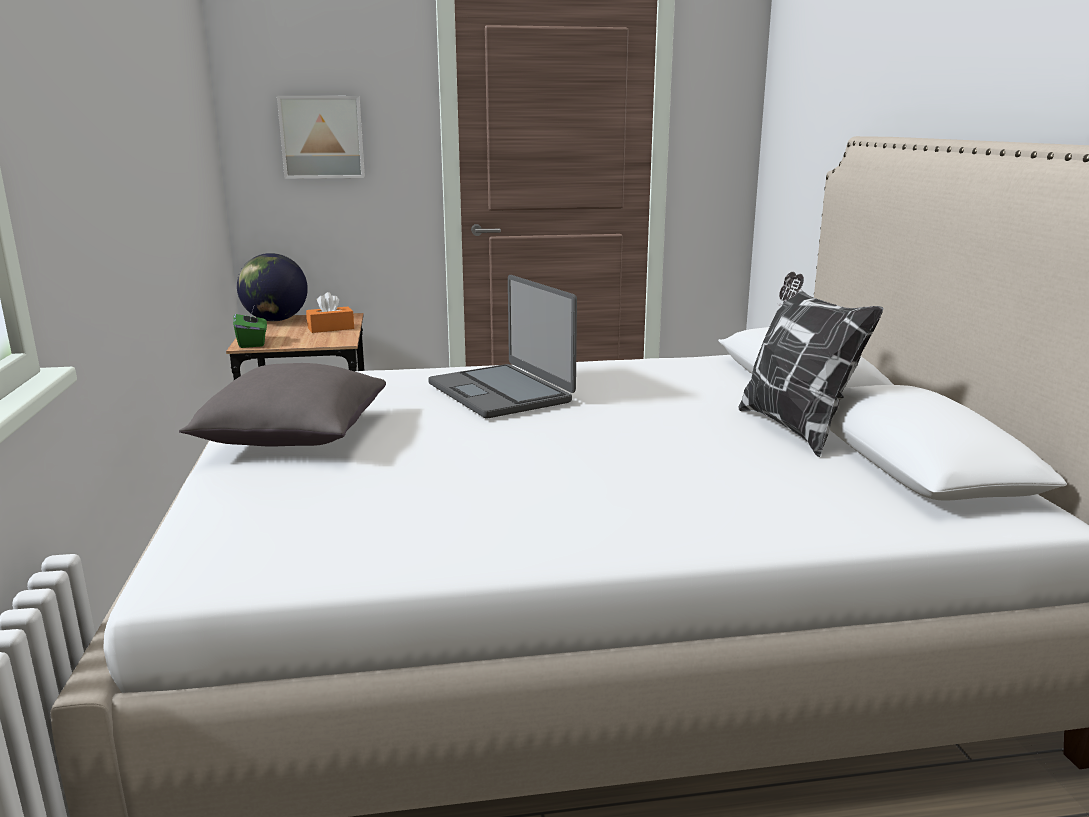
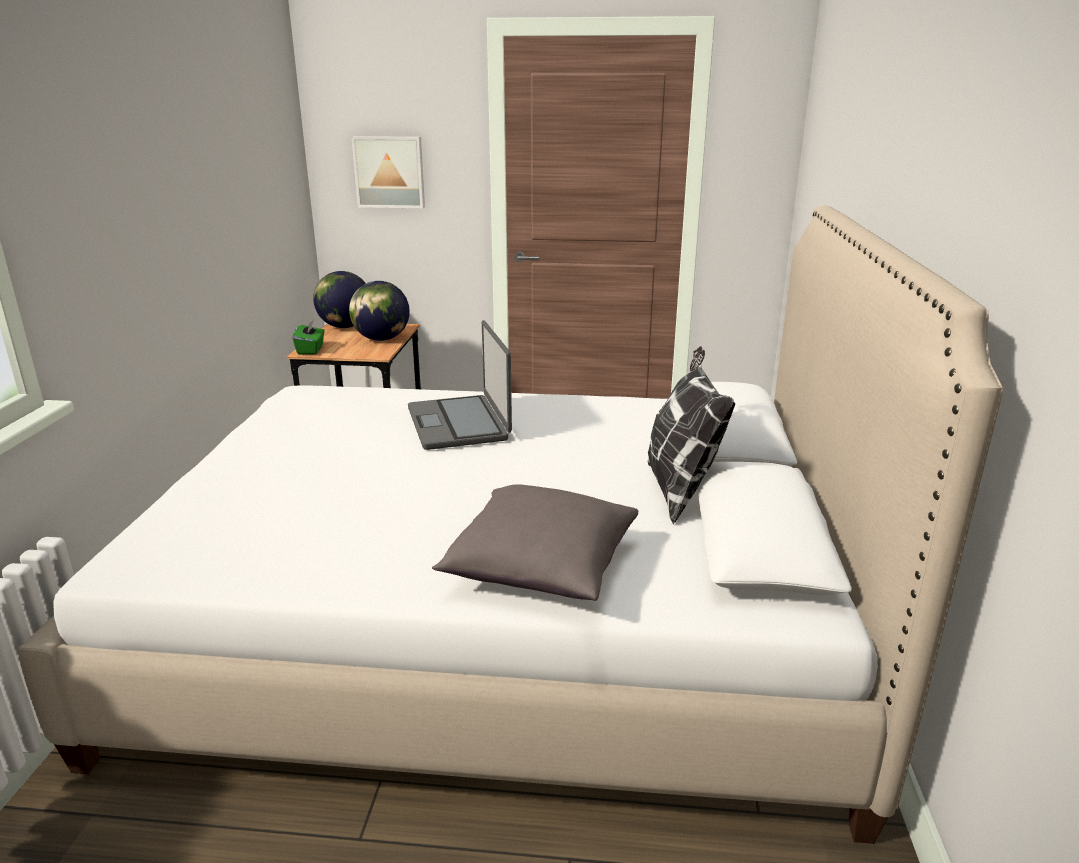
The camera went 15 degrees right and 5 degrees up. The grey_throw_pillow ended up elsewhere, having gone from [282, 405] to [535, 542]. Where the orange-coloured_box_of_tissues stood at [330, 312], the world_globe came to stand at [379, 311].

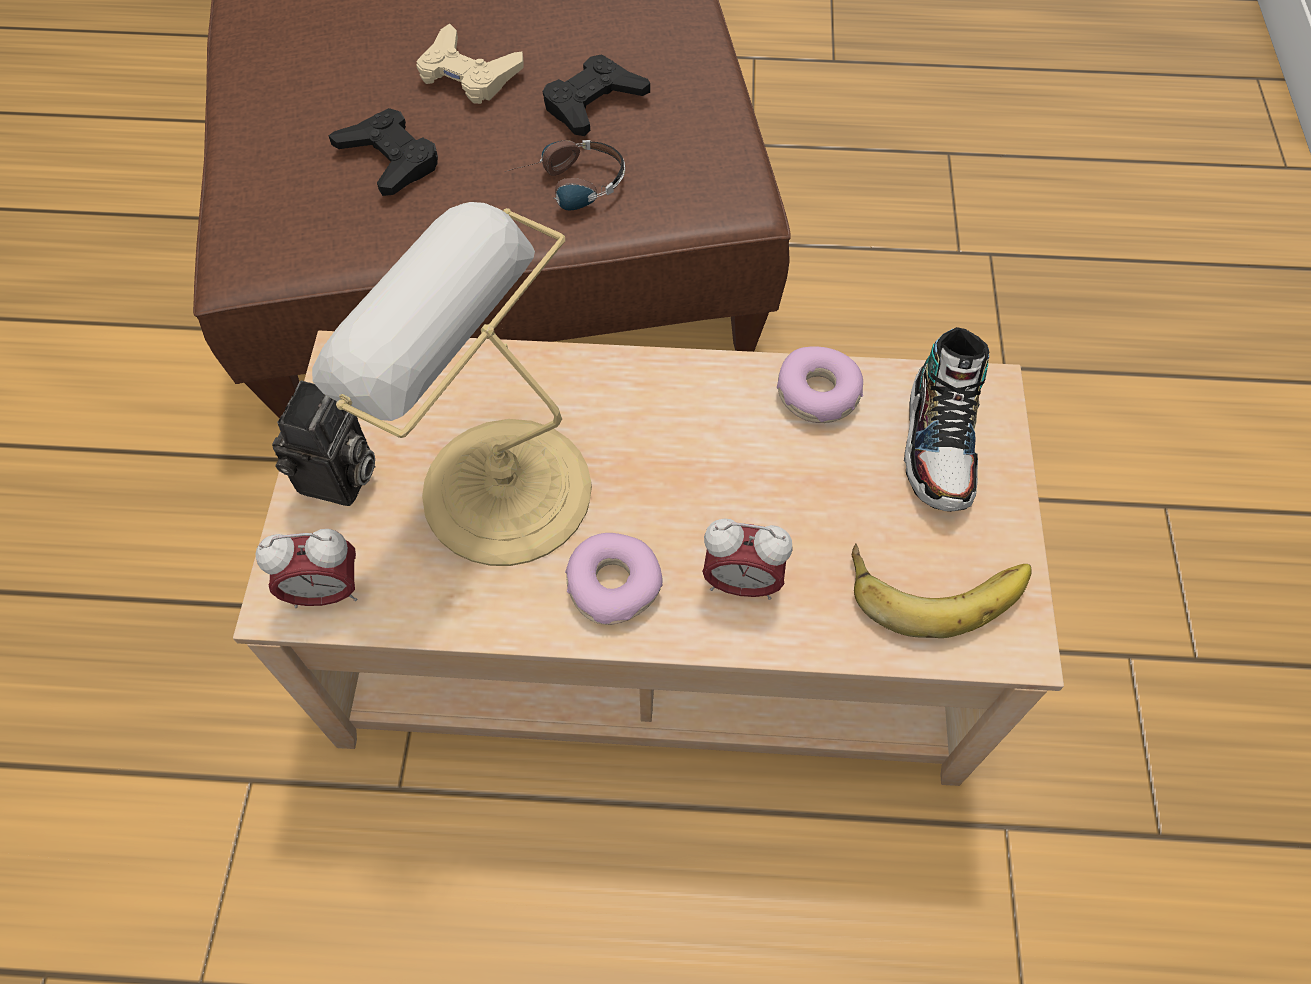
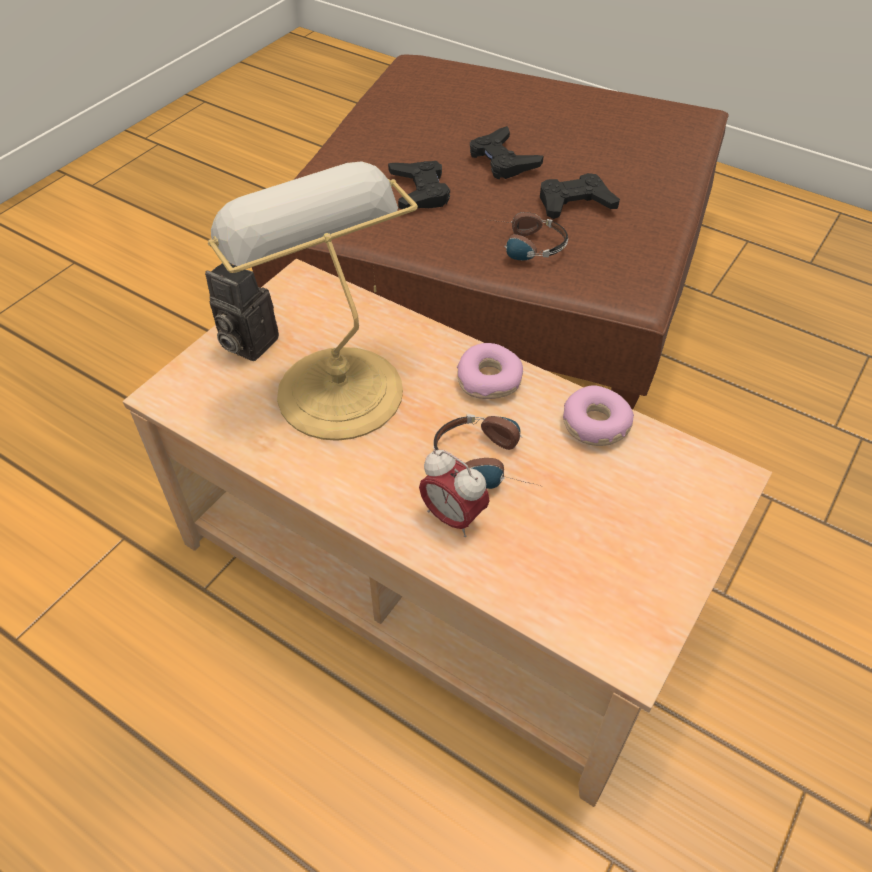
The camera went 30 degrees right and 10 degrees down. The second view lost the alarm_clock at [306, 568]. The photo_camera at [323, 443] ended up facing another way, 75 degrees clockwise from before. What was the sand-coloured_game_controller at [470, 63] turned into the black_game_controller at [506, 152]. The doughnut ended up elsewhere, having gone from [614, 579] to [490, 371]. The second view lost the whole_banana at [942, 591]. The second view lost the low_shoe at [946, 419]. The second view gained the pair_of_headphones at [486, 451].

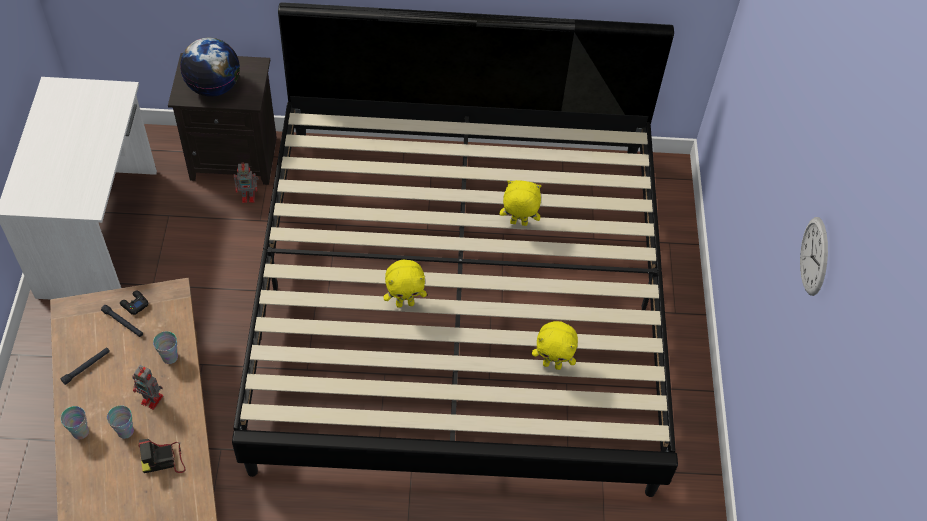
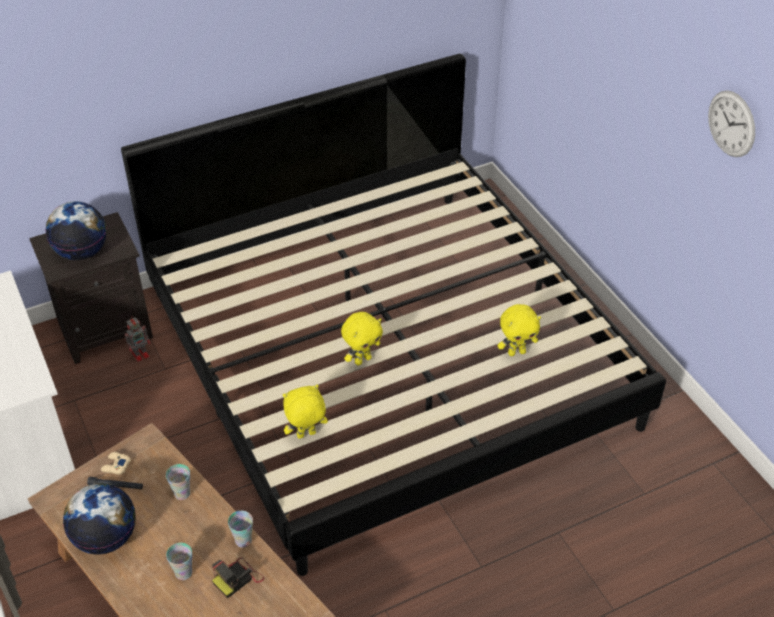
The camera went 25 degrees left and 10 degrees down. Where the black_flashlight stood at [85, 366], the world_globe came to stand at [99, 519]. The cup ended up elsewhere, having gone from [75, 422] to [240, 529]. What was the black_game_controller at [134, 303] turned into the sand-coloured_game_controller at [116, 463]. The second view lost the model_robot at [148, 387]. The yellowish_cuddly_toy ended up elsewhere, having gone from [520, 203] to [305, 411].

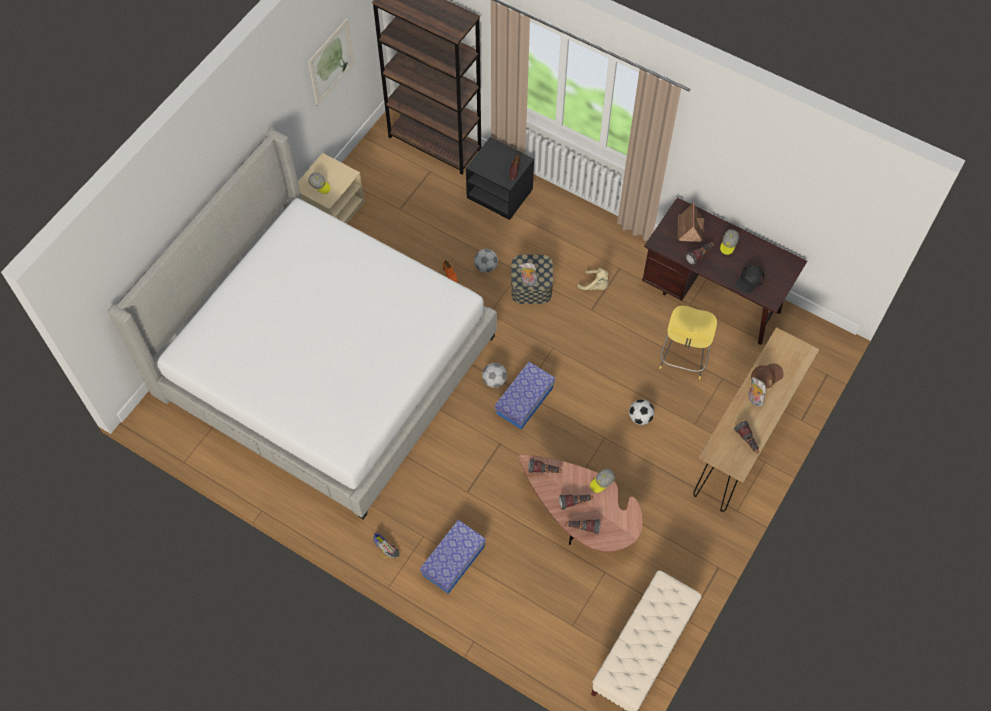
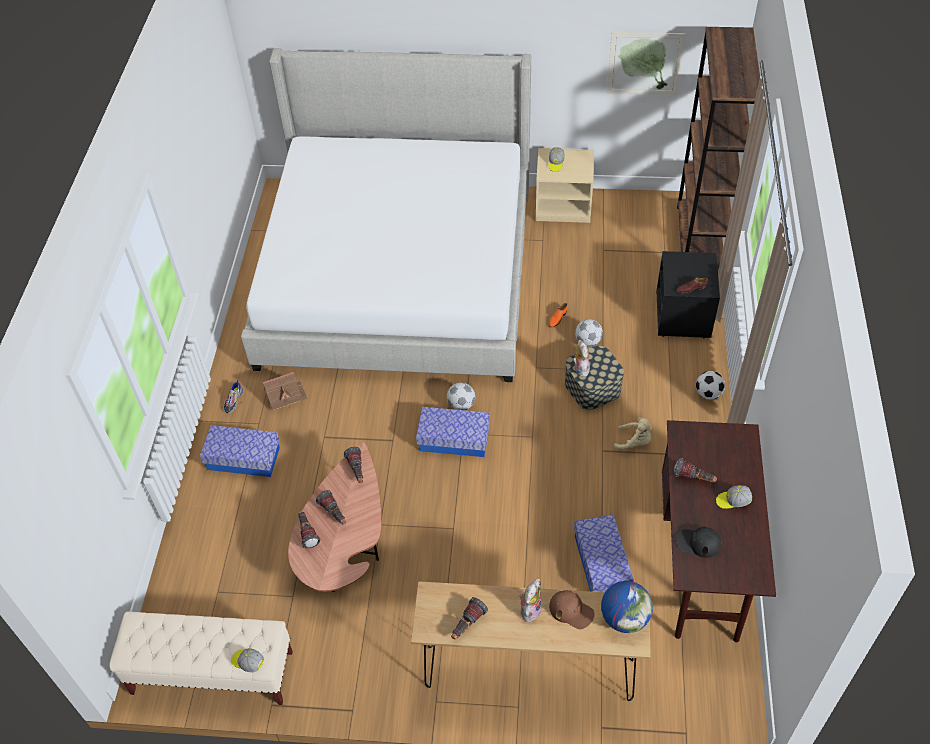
The camera went 65 degrees right and 10 degrees down. The sand-coloured_cuddly_toy at [593, 279] ended up facing another way, 75 degrees counterclockwise from before. The baseball_cap ended up elsewhere, having gone from [602, 480] to [247, 660]. The football_ball ended up elsewhere, having gone from [641, 412] to [710, 385]. Where the yellowish_stool stood at [688, 342], the storage_container came to stand at [604, 553]. The toy_house ended up elsewhere, having gone from [691, 222] to [285, 391]. The second view gained the world_globe at [627, 607].

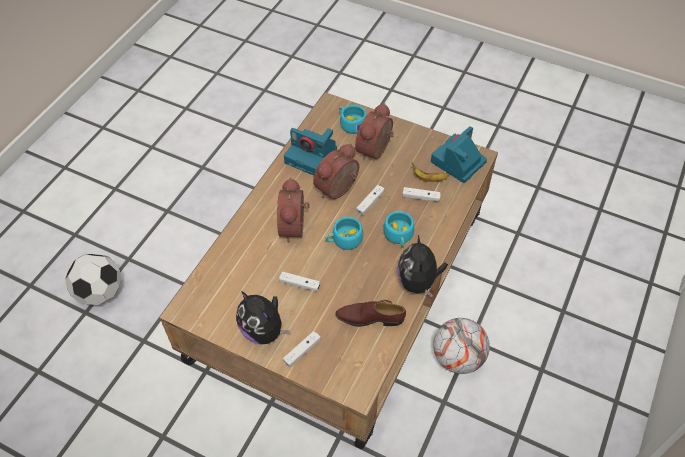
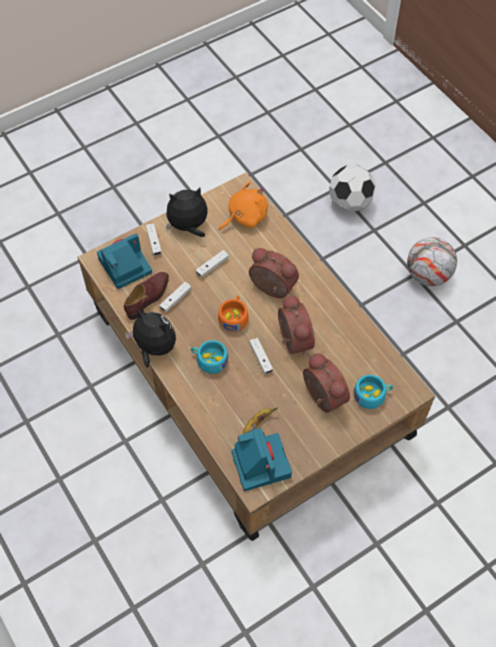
The camera went 120 degrees right and 5 degrees up. The photo_camera ended up elsewhere, having gone from [310, 152] to [124, 261]. What was the blue-green_cup at [344, 233] turned into the orange-coloured_cup at [233, 314]. The whitish_game_controller ended up elsewhere, having gone from [422, 194] to [175, 297]. The football_ball ended up elsewhere, having gone from [461, 346] to [432, 261]. The second view gained the orange-coloured_cuddly_toy at [243, 205].

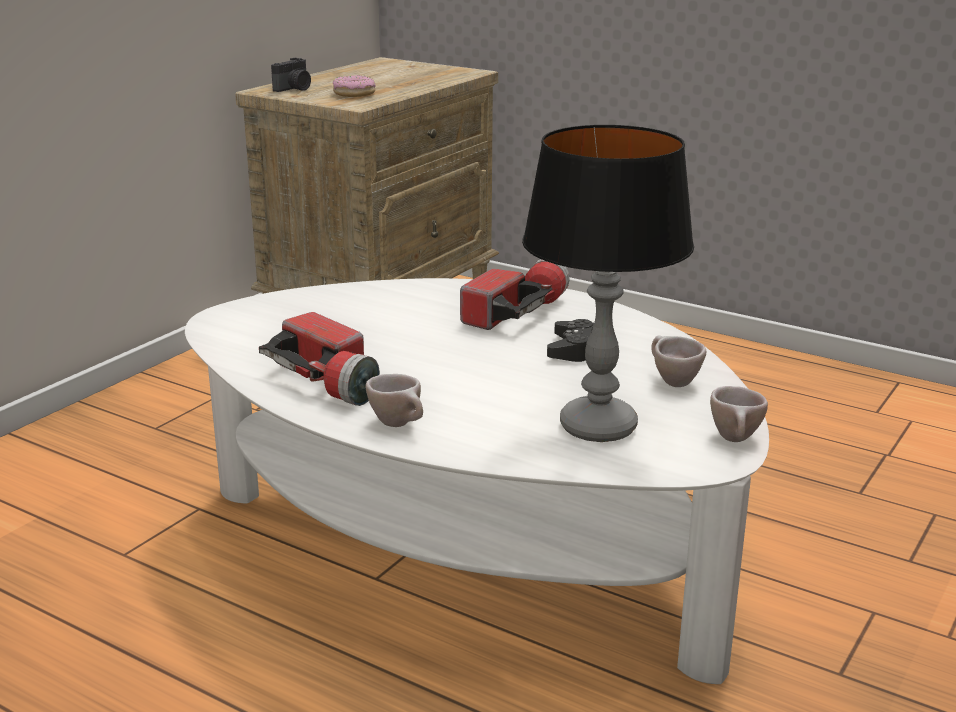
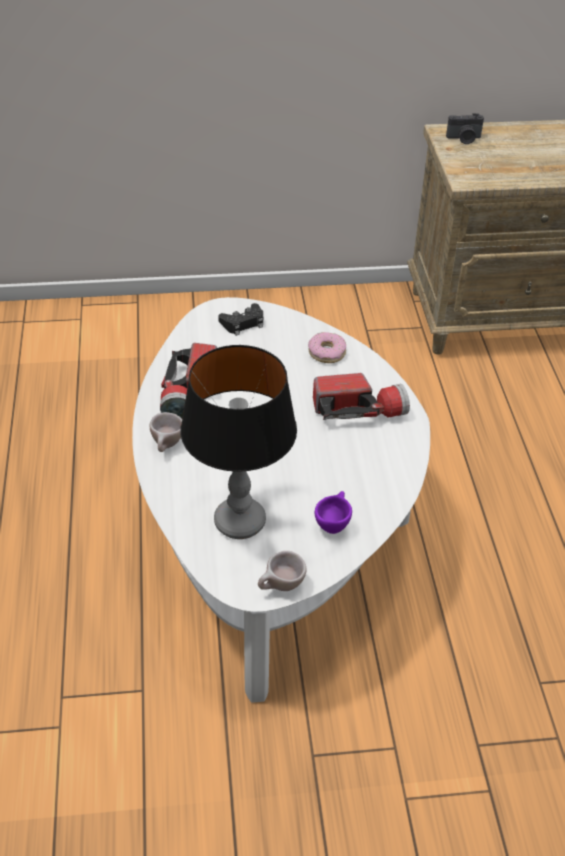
The camera went 50 degrees right and 20 degrees up. The doughnut ended up elsewhere, having gone from [354, 86] to [327, 347]. The black_game_controller ended up elsewhere, having gone from [570, 340] to [240, 319]. What was the sand-coloured_cup at [678, 361] turned into the purplish_cup at [333, 512].

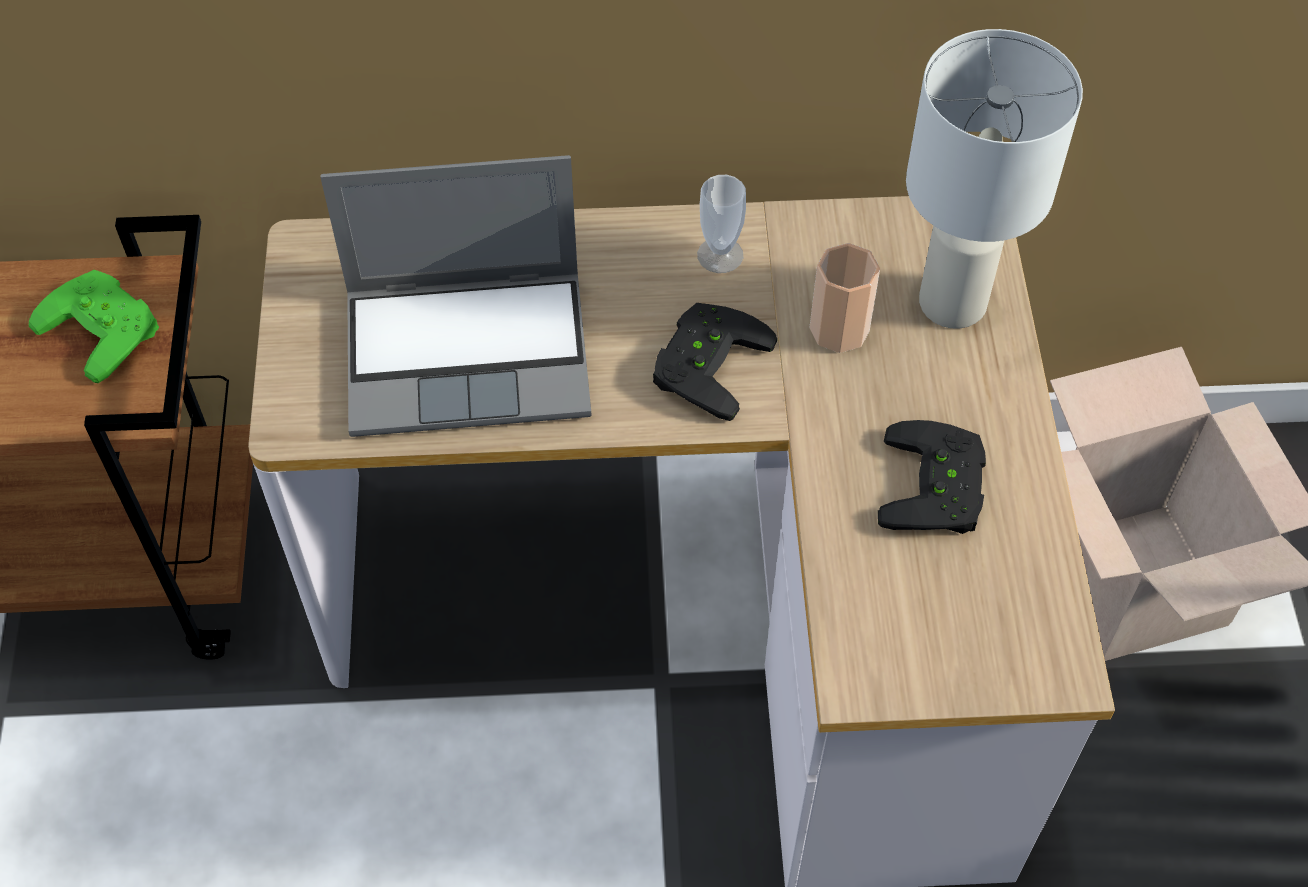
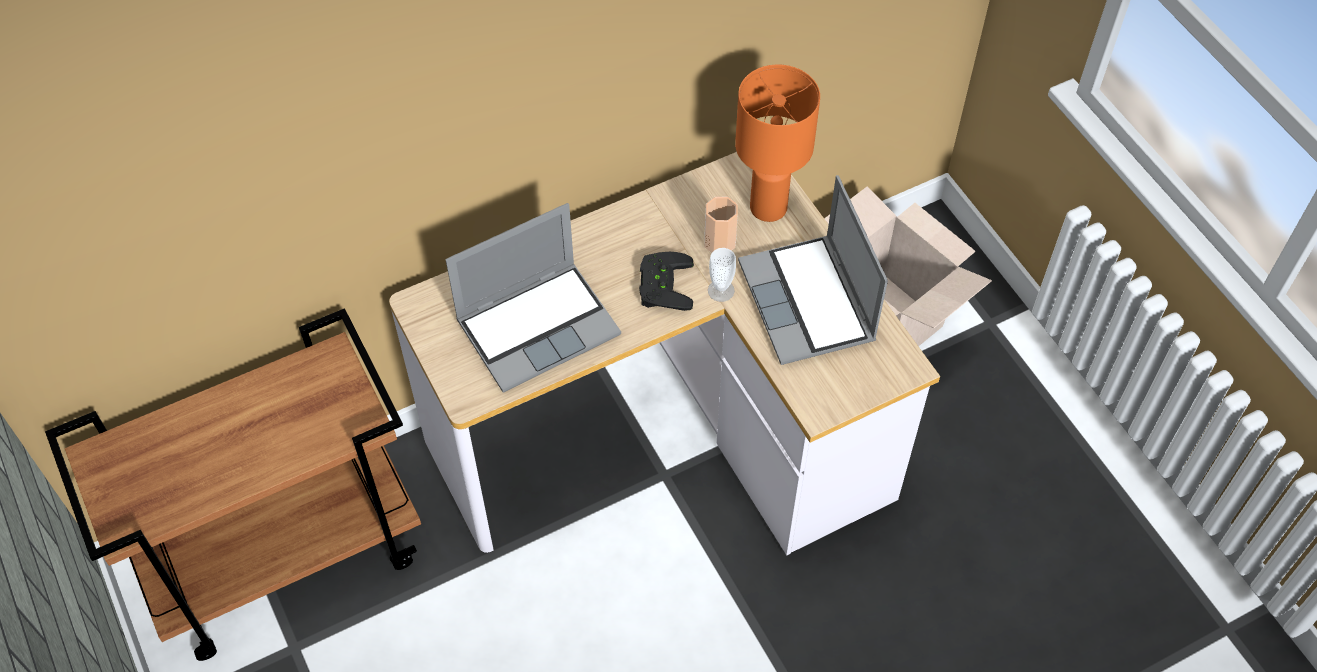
The camera went 25 degrees left and 0 degrees up. The second view lost the greenish_game_controller at [94, 326]. The cup ended up elsewhere, having gone from [721, 224] to [722, 275]. Where the black_game_controller stood at [932, 477], the portable_computer came to stand at [813, 270]. What was the whitish_tabletop_lamp at [994, 179] turned into the orange-coloured_tabletop_lamp at [777, 143].

